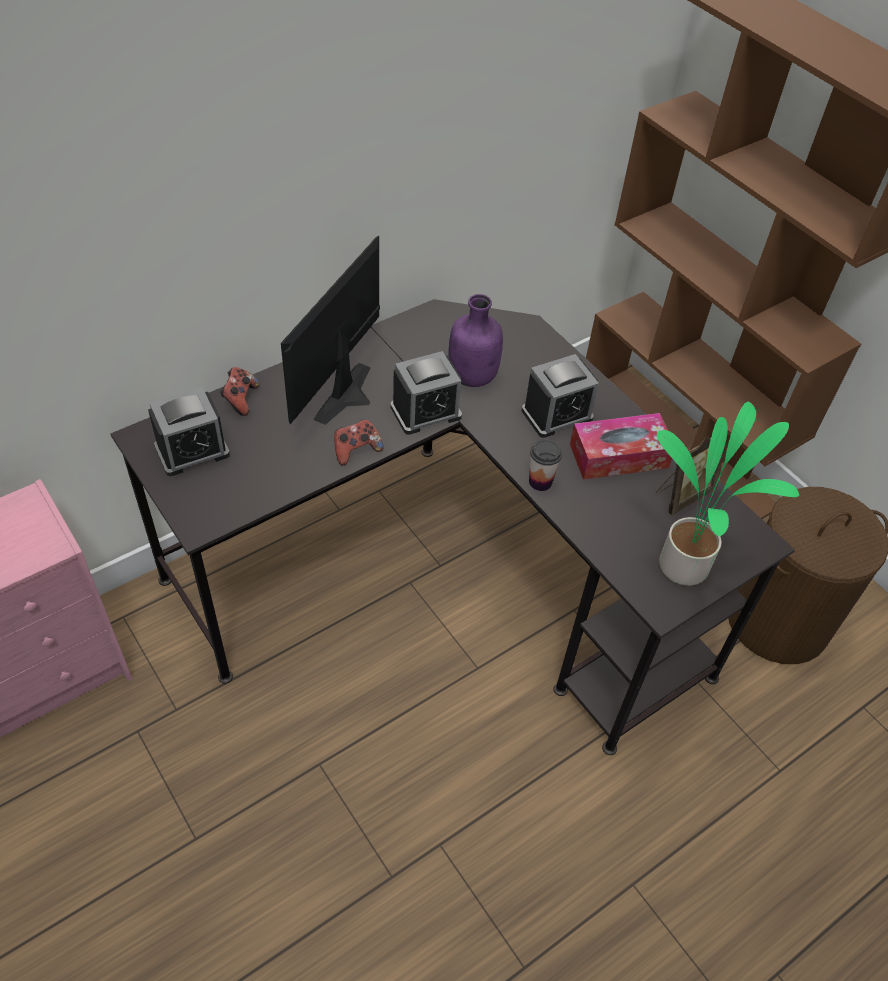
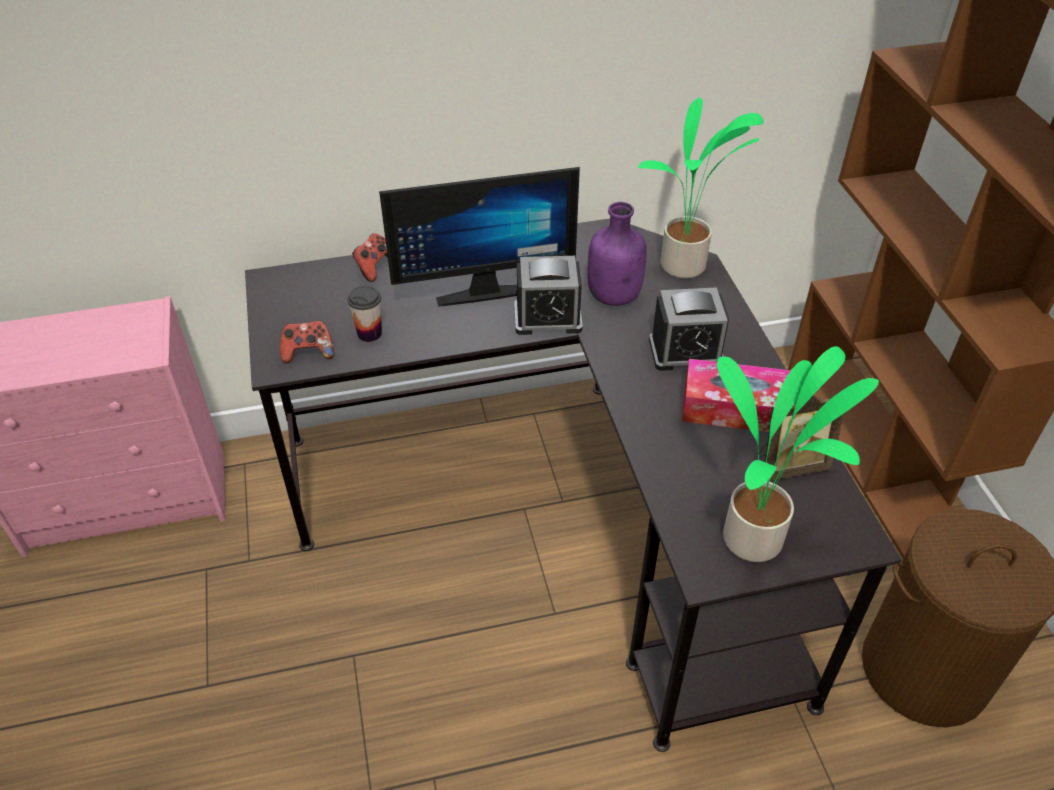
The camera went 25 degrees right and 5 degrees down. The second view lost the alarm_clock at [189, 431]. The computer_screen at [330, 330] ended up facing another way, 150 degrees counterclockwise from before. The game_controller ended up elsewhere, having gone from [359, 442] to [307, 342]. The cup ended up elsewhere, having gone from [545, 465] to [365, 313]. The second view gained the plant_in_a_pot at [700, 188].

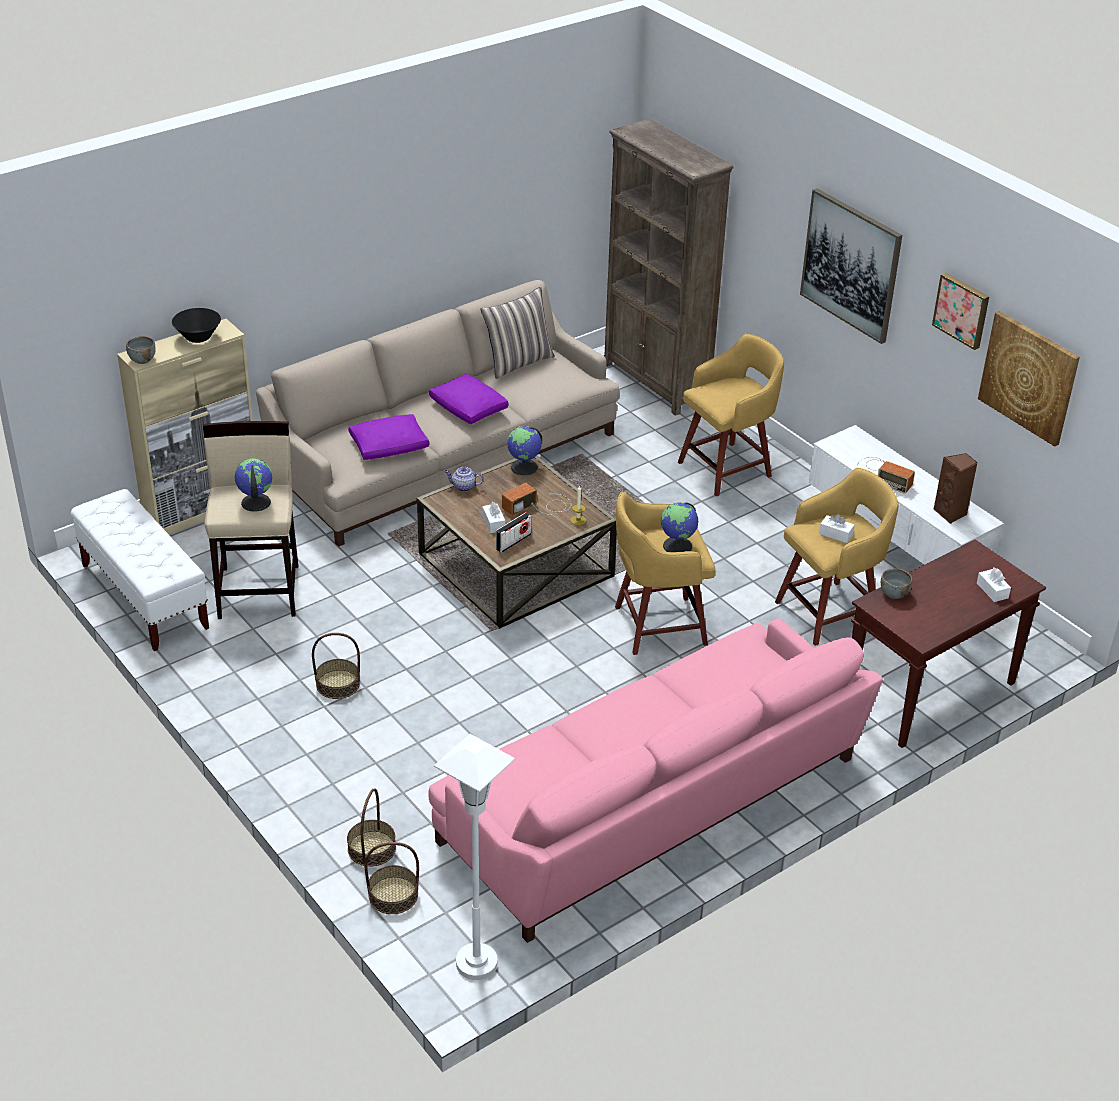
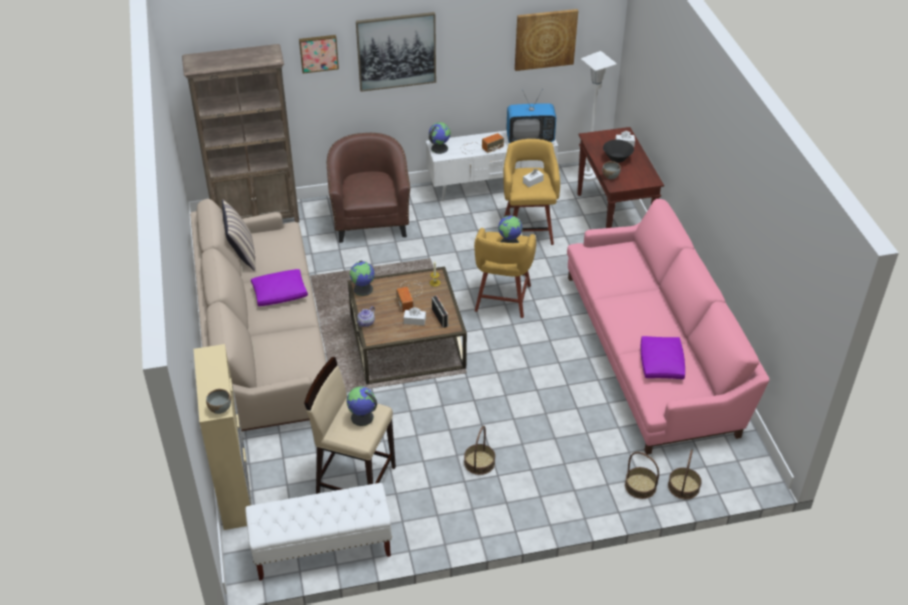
The camera went 65 degrees left and 5 degrees up. The black_serving_bowl ended up elsewhere, having gone from [196, 325] to [618, 151]. The purplish_throw_pillow ended up elsewhere, having gone from [389, 437] to [663, 357]. The whitish_standing_lamp ended up elsewhere, having gone from [474, 857] to [597, 116]. Where the yellowish_stool stood at [731, 415], the brownish_lounge_chair came to stand at [368, 188]. The wall_art ended up elsewhere, having gone from [960, 311] to [319, 54]. Where the brownish_loudspeaker stood at [955, 488], the television came to stand at [531, 116]. The second view gained the world_globe at [440, 138].

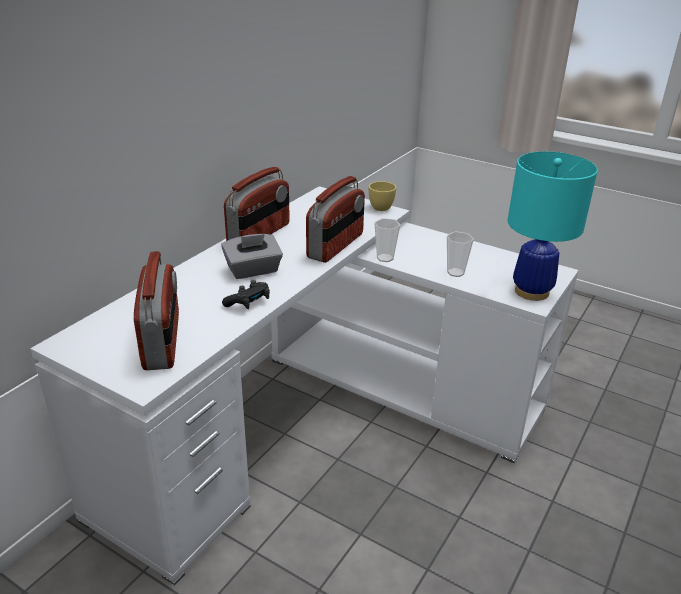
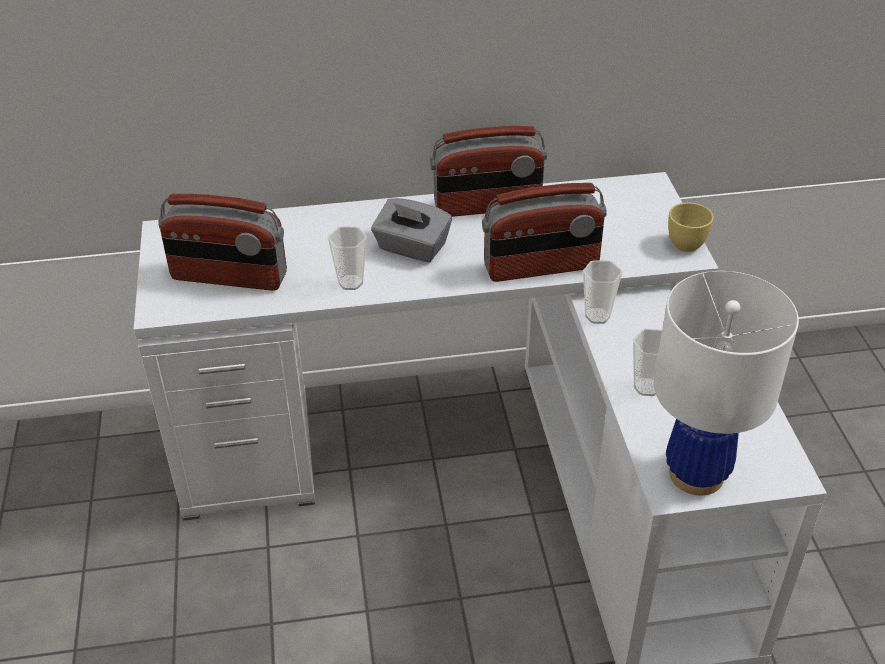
The camera went 50 degrees right and 10 degrees up. The radio_set at [156, 310] ended up facing another way, 60 degrees clockwise from before. Where the black_game_controller stood at [246, 294], the cup came to stand at [347, 258]. What was the blue-green_tabletop_lamp at [553, 226] turned into the whitish_tabletop_lamp at [726, 383].

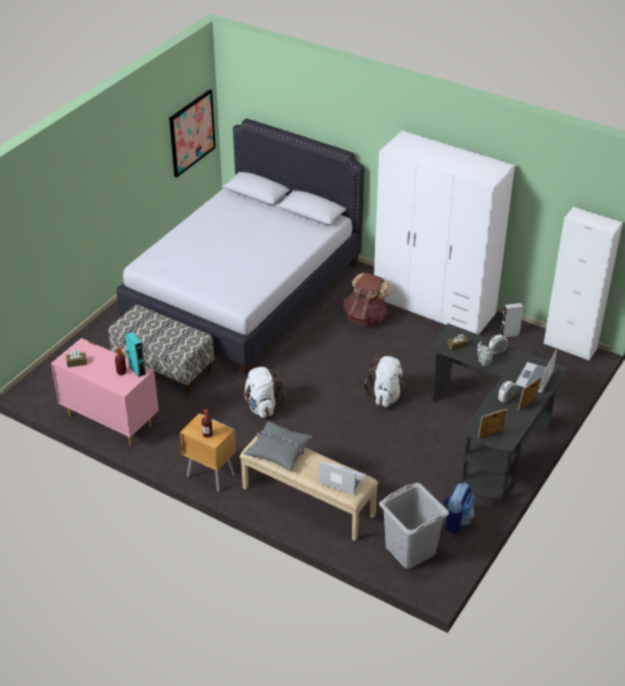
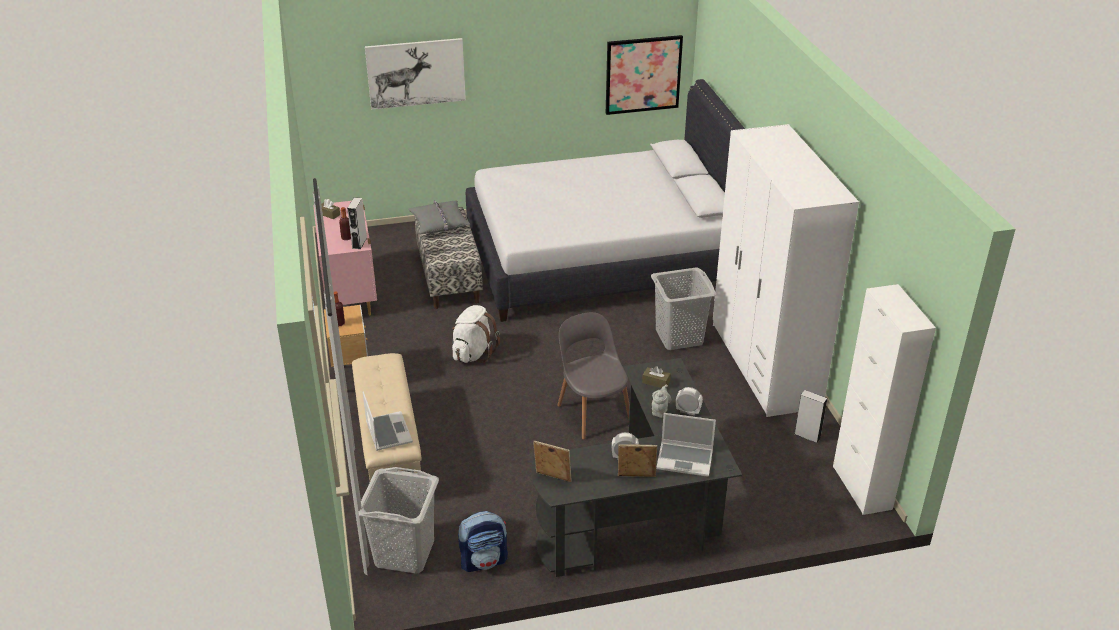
The camera went 45 degrees right and 5 degrees down. What was the blue-green_loudspeaker at [135, 354] turned into the grey_loudspeaker at [357, 223]. The grey_throw_pillow ended up elsewhere, having gone from [278, 446] to [439, 217]. Where the brownish_knapsack stood at [368, 299], the grey_washing_basket came to stand at [683, 309]. Where the whitish_knapsack stood at [385, 381], the grey_upright_chair came to stand at [593, 376]. The portable_computer at [536, 371] ended up facing another way, 150 degrees counterclockwise from before. The second view gained the wall_art at [415, 74].

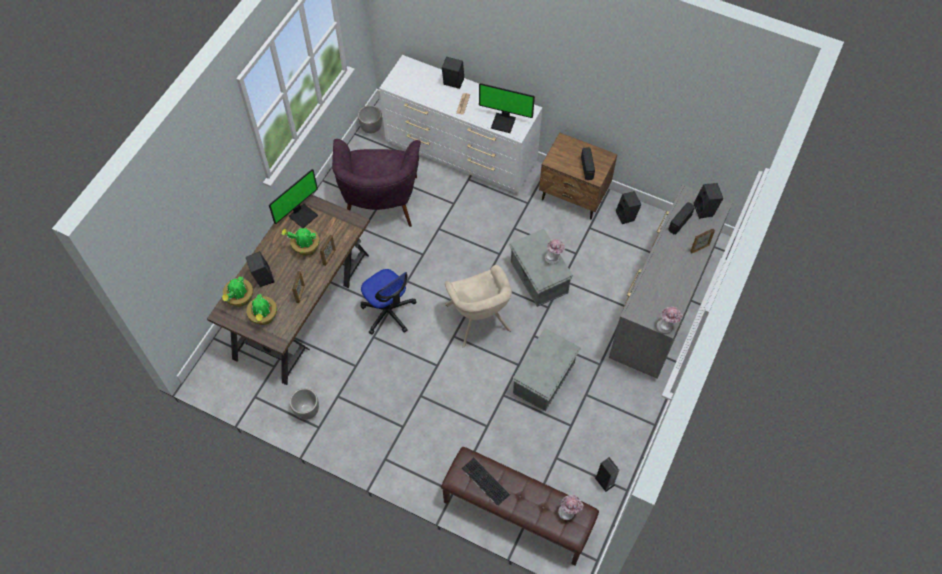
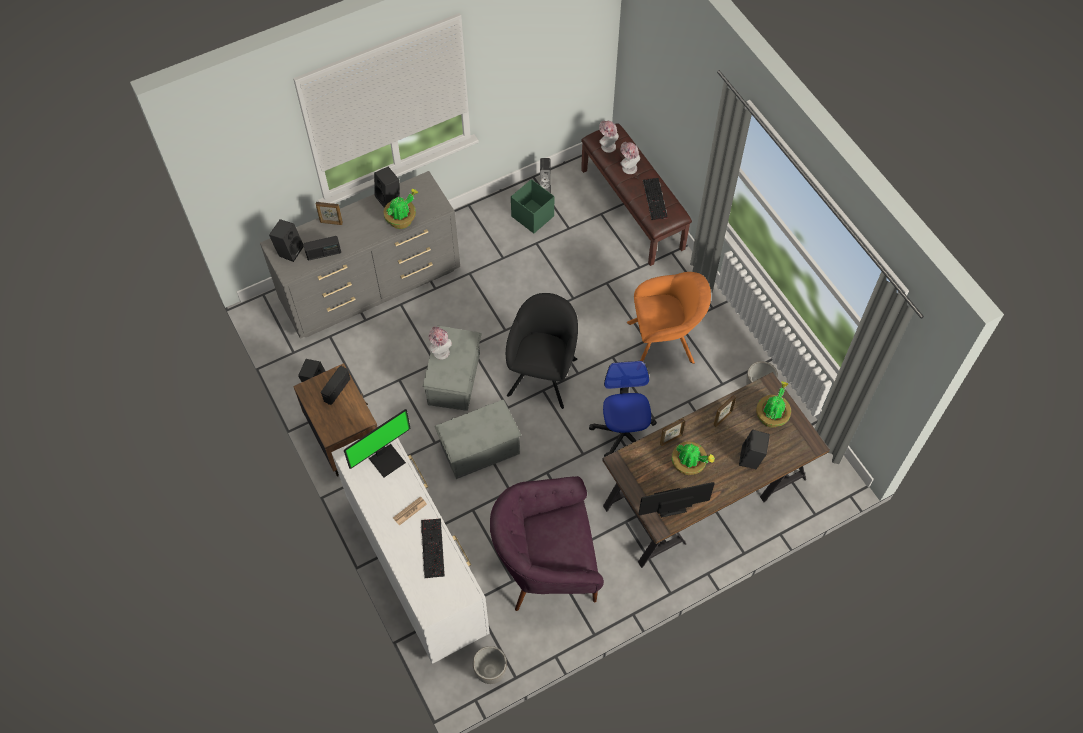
The camera went 145 degrees left and 0 degrees up. The plant_in_a_pot ended up elsewhere, having gone from [237, 291] to [400, 209]. The purplish_lounge_chair at [376, 183] ended up facing another way, 135 degrees counterclockwise from before. The black_loudspeaker ended up elsewhere, having gone from [453, 73] to [387, 187]. What was the sand-coloured_lounge_chair at [478, 306] turned into the black_lounge_chair at [542, 351]. The computer_screen at [507, 108] ended up facing another way, 90 degrees clockwise from before. The grey_storage_container ended up elsewhere, having gone from [547, 369] to [478, 439]. The wearable_hat ended up elsewhere, having gone from [670, 319] to [630, 158]. The second view gained the PC_keyboard at [433, 548]. The second view gained the greenish_storage_container at [532, 206]. The second view gained the orange-coloured_lounge_chair at [669, 318].

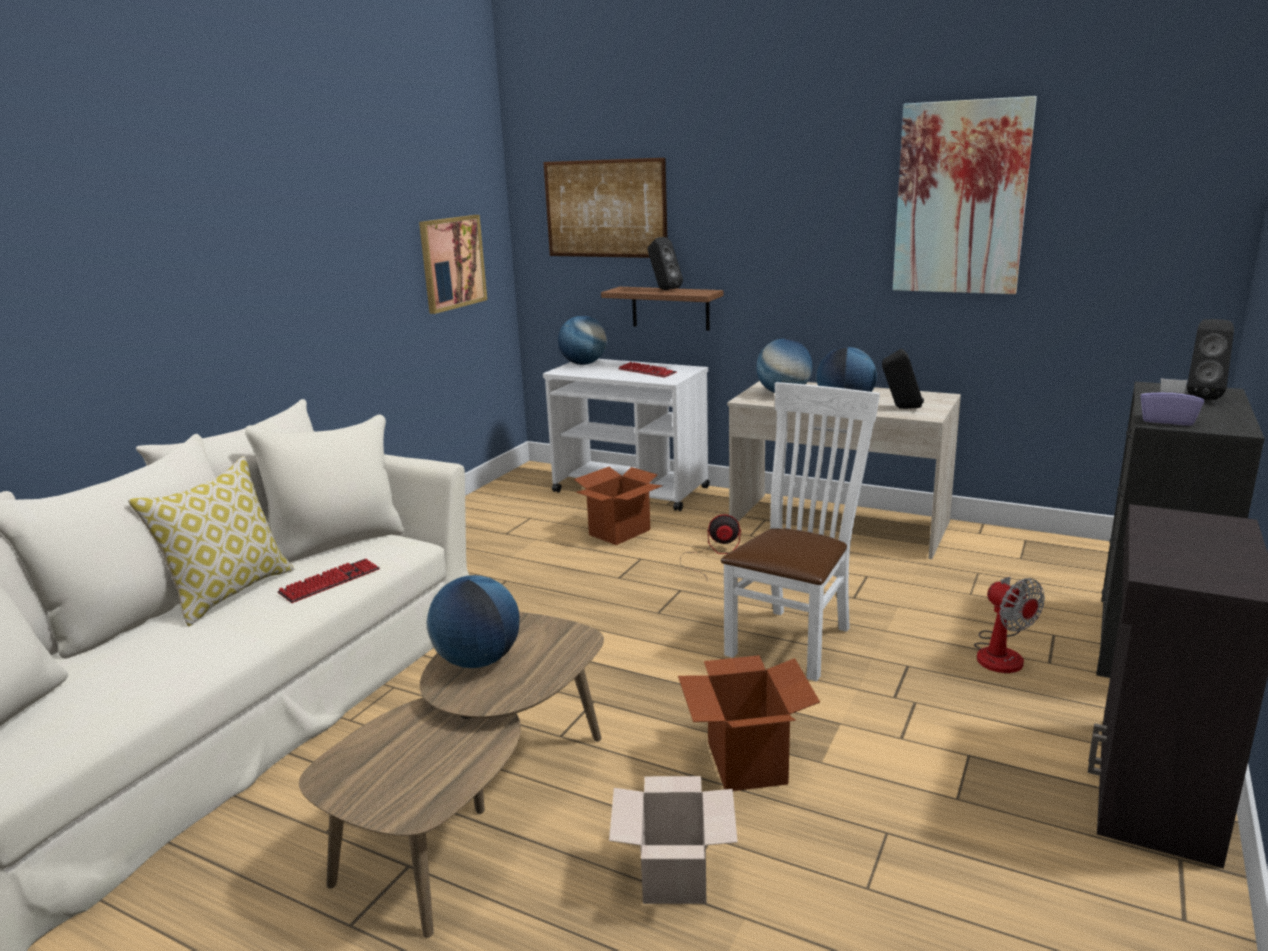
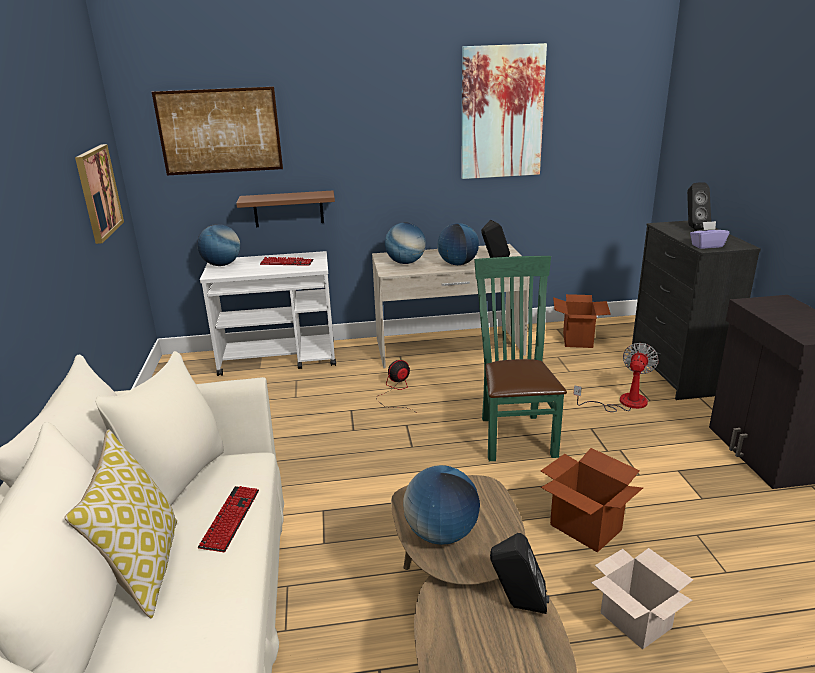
The camera went 35 degrees left and 5 degrees up. The packing_box ended up elsewhere, having gone from [618, 506] to [582, 321]. The black_loudspeaker ended up elsewhere, having gone from [665, 263] to [519, 573]. What was the whitish_upright_chair at [800, 531] turned into the greenish_upright_chair at [520, 358]. The electric_fan at [1009, 624] ended up facing another way, 90 degrees counterclockwise from before.

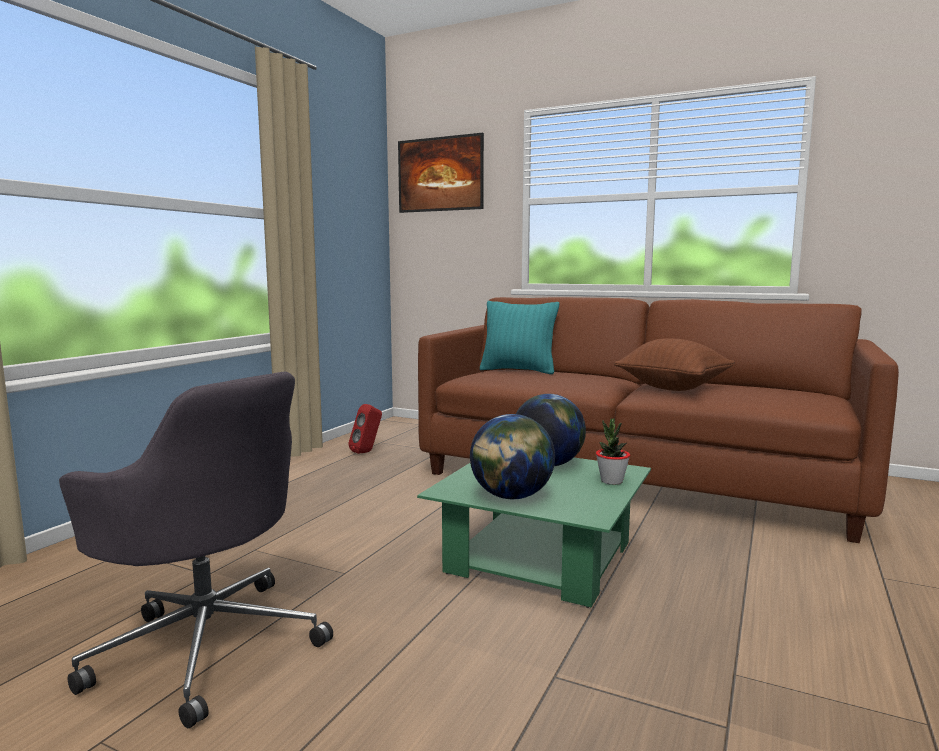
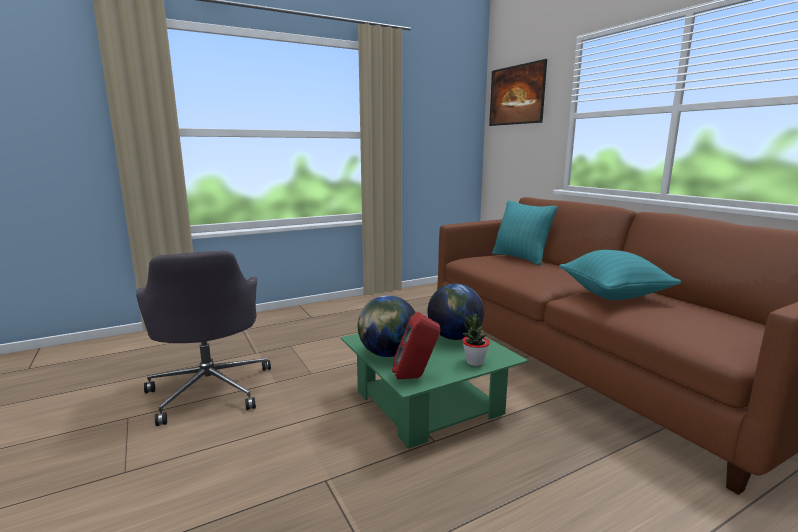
The camera went 35 degrees right and 5 degrees up. The red_loudspeaker ended up elsewhere, having gone from [365, 429] to [416, 346]. What was the brownish_throw_pillow at [674, 364] turned into the blue-green_throw_pillow at [620, 275].

